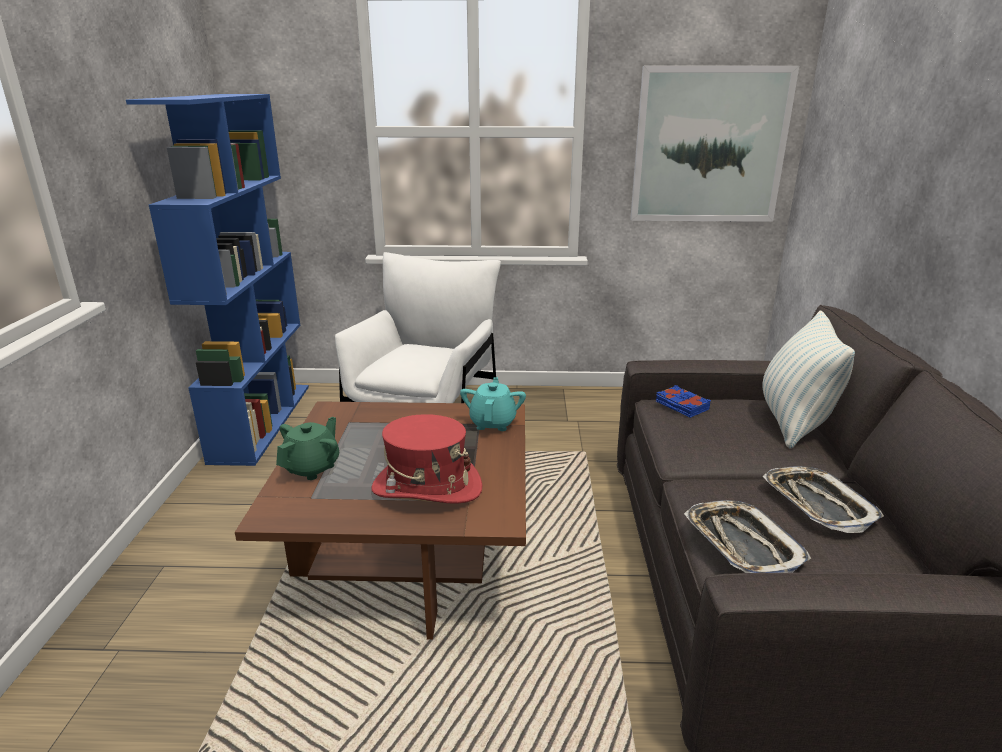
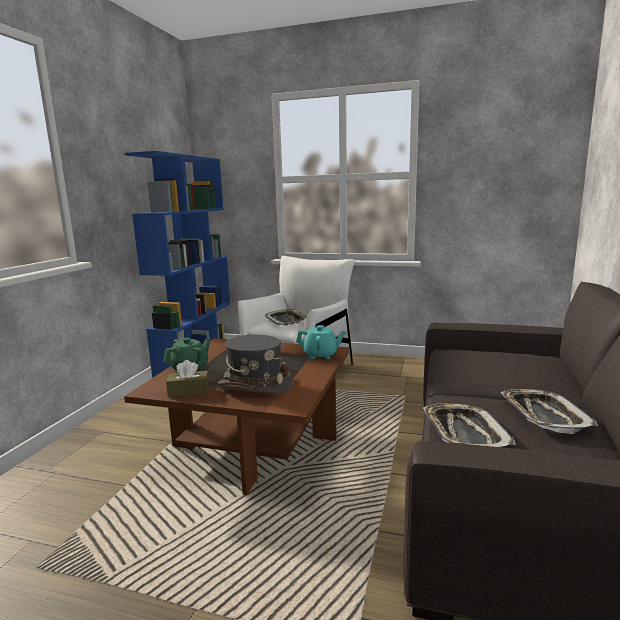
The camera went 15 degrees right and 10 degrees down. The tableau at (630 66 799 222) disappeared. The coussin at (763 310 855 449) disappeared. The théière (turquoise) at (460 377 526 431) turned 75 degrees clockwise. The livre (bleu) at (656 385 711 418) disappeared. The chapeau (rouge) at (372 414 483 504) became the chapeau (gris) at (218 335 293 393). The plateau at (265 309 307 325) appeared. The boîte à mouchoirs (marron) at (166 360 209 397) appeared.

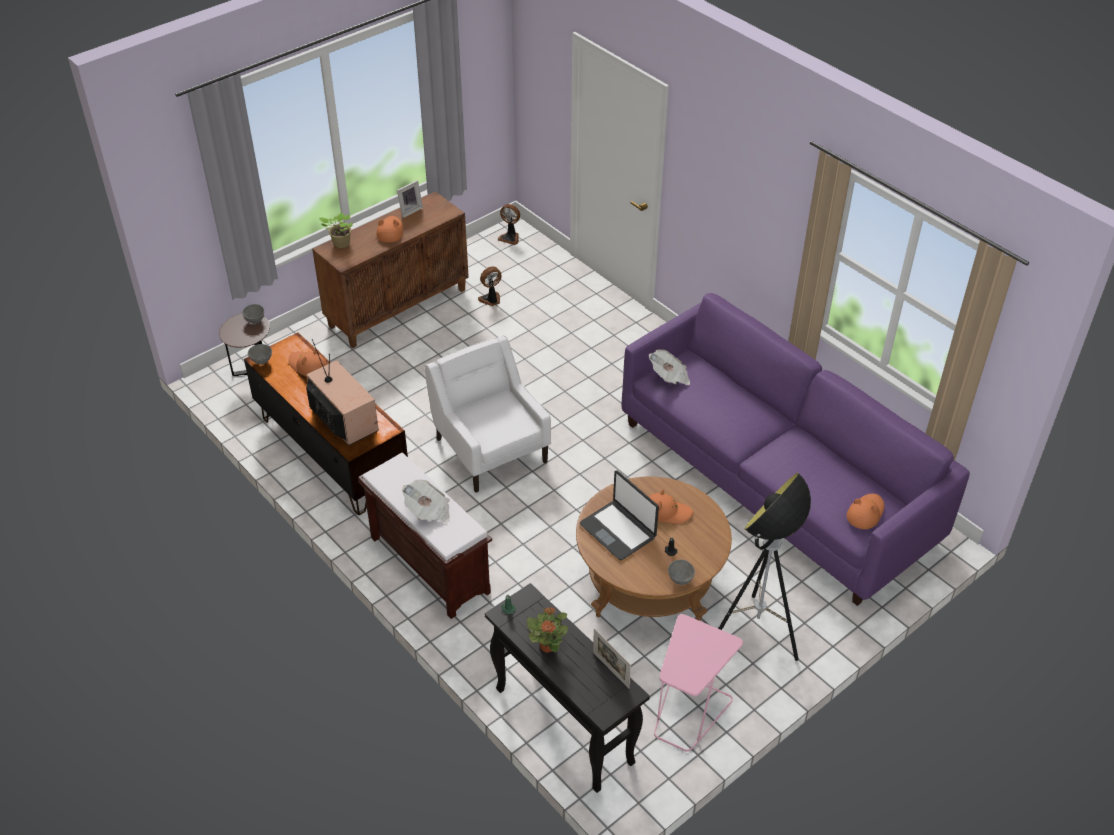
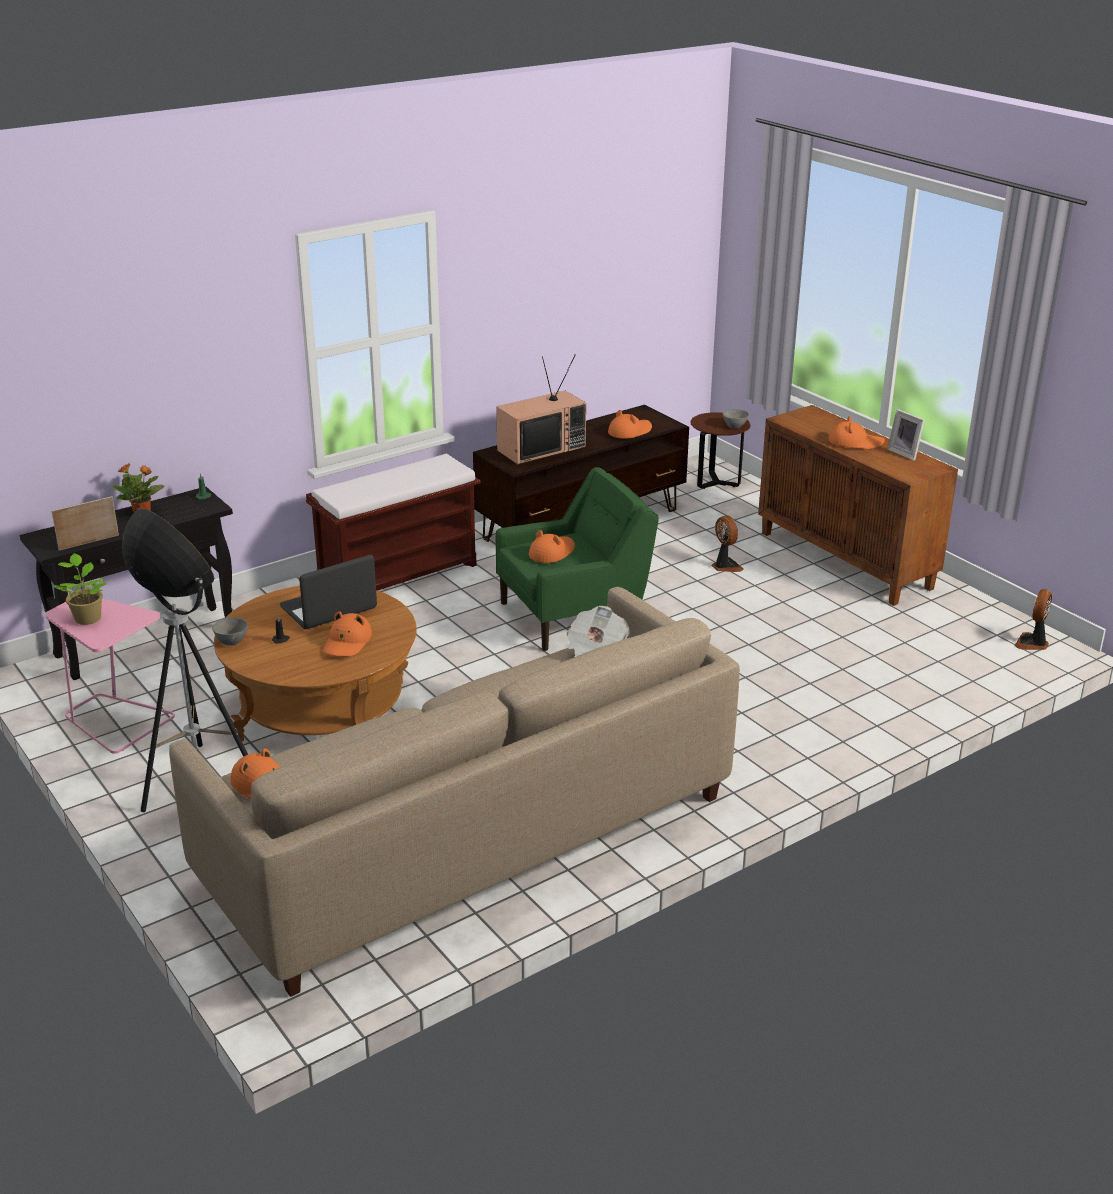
The camera went 95 degrees right and 15 degrees down. The plante en pot moved from (319 212 353 248) to (53 553 106 625). The ventilateur moved from (478 266 501 306) to (711 515 744 572). The canapé (violet) at (622 293 970 606) became the canapé (beige) at (169 587 740 997). The fauteuil (blanc) at (424 335 551 493) became the fauteuil (vert) at (496 467 659 651). The bol (gris) at (248 344 272 365) disappeared. The journal at (402 480 450 523) disappeared. The chapeau (orange) at (529 530 575 563) appeared.

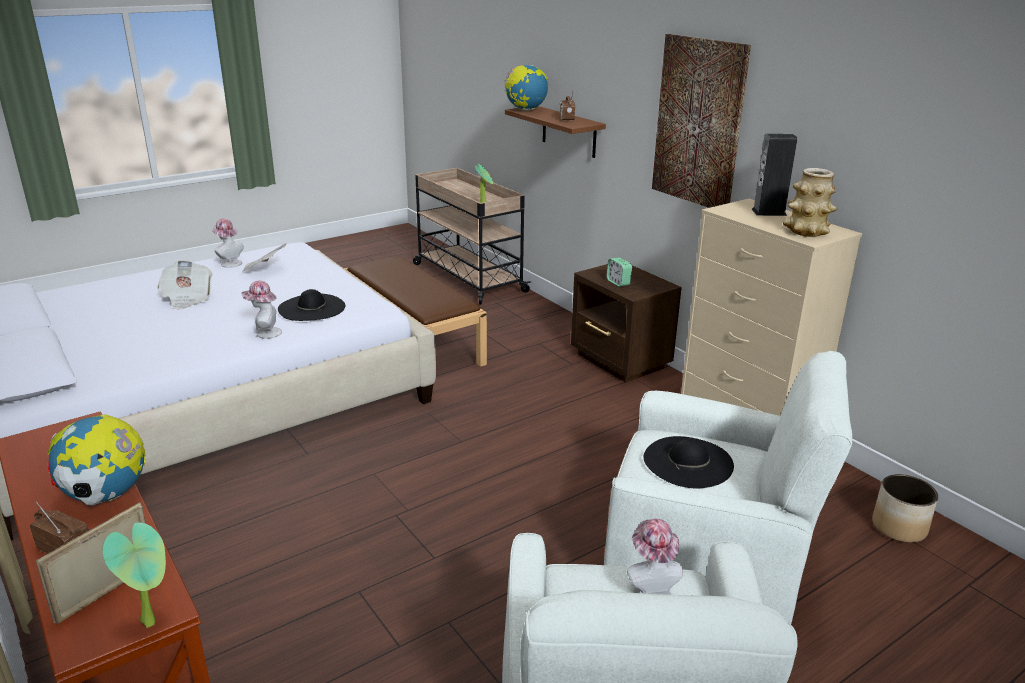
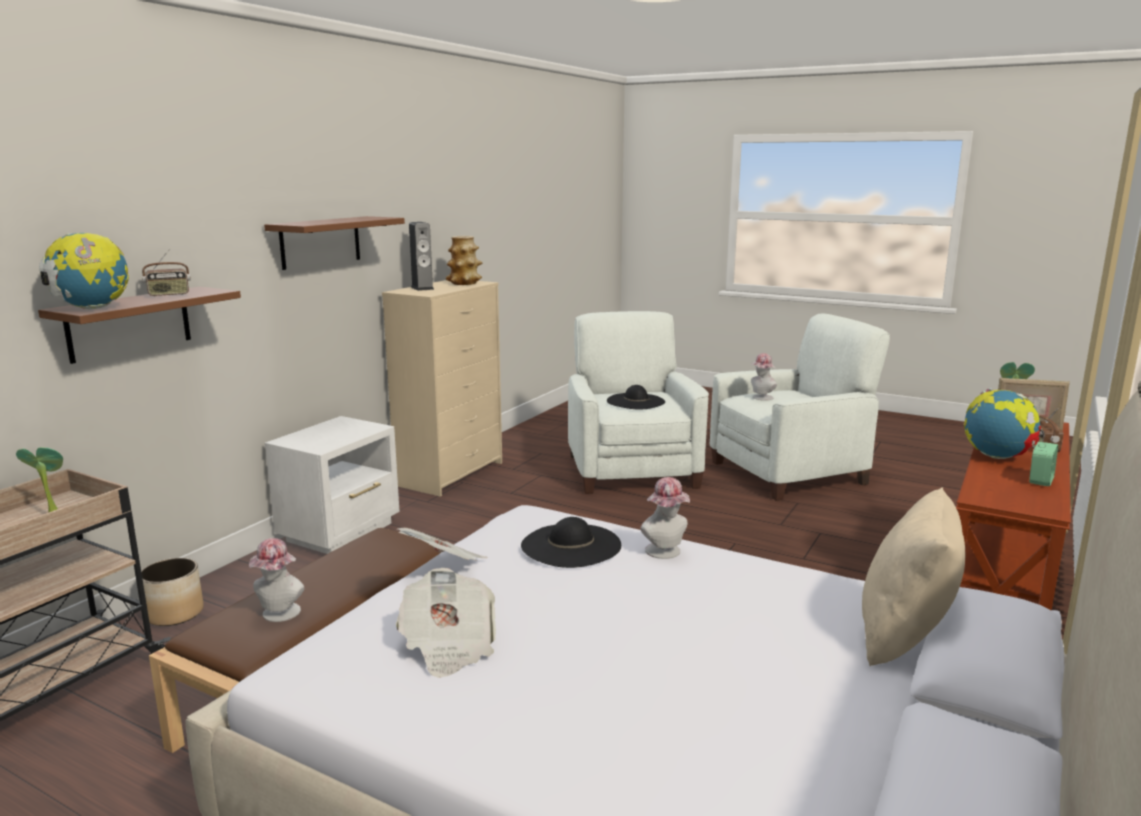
The camera went 115 degrees left and 10 degrees down. The tableau at (652 34 751 208) was replaced by the étagère (marron) at (264 216 405 270). The chapeau moved from (212 218 244 268) to (249 538 305 622). The réveil moved from (607 257 632 287) to (1029 442 1058 486). The journal moved from (157 260 212 310) to (397 528 488 561). The table de chevet (marron) at (571 264 682 383) became the table de chevet (blanc) at (265 416 400 554). The cache-pot moved from (872 474 938 543) to (141 558 204 626). The coussin (beige) at (862 487 965 666) appeared.

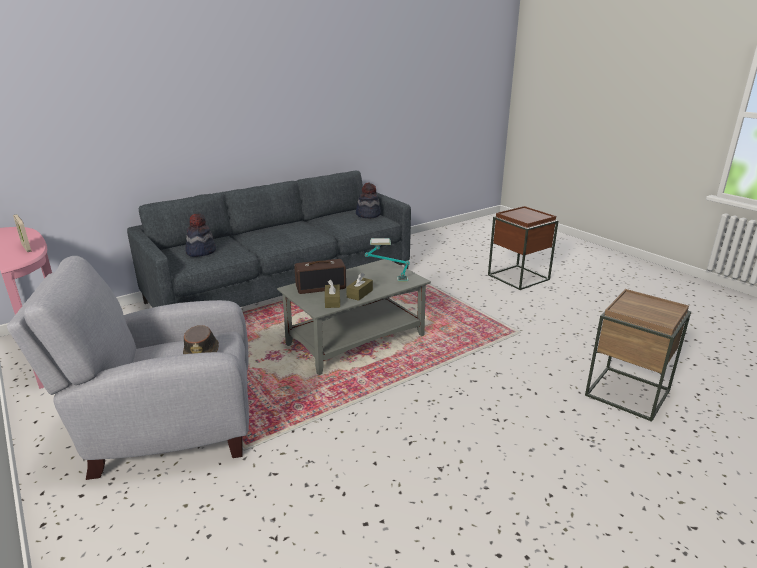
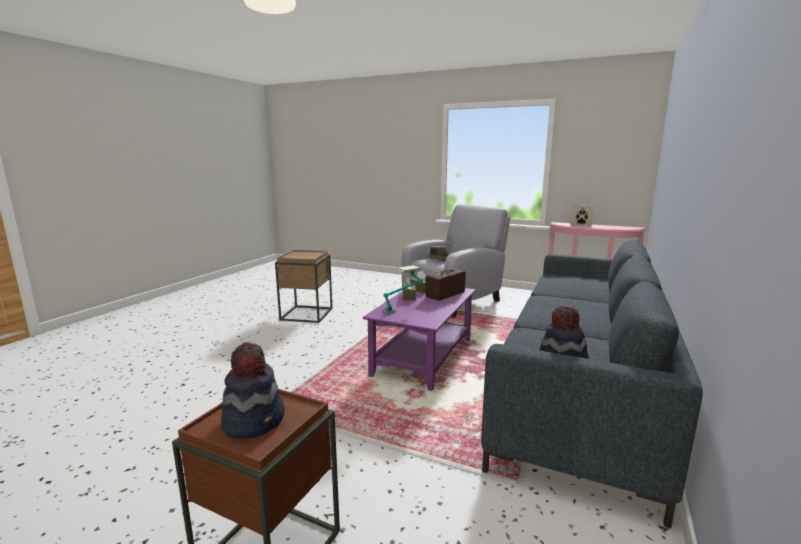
The camera went 150 degrees right and 10 degrees down. The chapeau moved from (185 213 216 257) to (221 342 285 439). The table basse (gris) at (277 259 431 375) became the table basse (violet) at (363 288 476 391). The table d'appoint (marron) moved from (585 289 691 422) to (275 250 333 323).

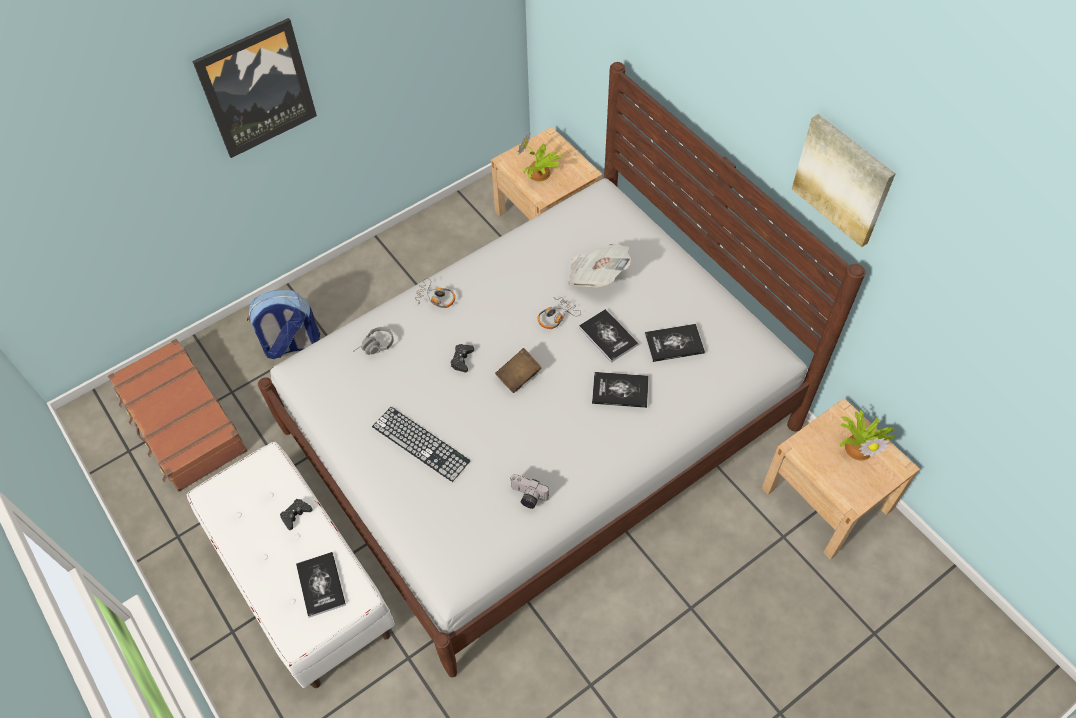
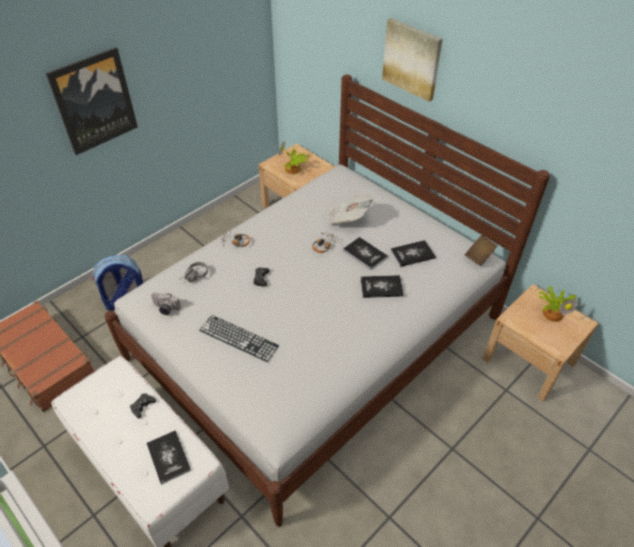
The camera went 10 degrees left and 10 degrees down. The tableau moved from (792 114 896 247) to (382 18 442 102). The livre (marron) moved from (495 348 542 393) to (465 235 498 266). The appareil photo moved from (510 474 549 509) to (151 292 181 315).

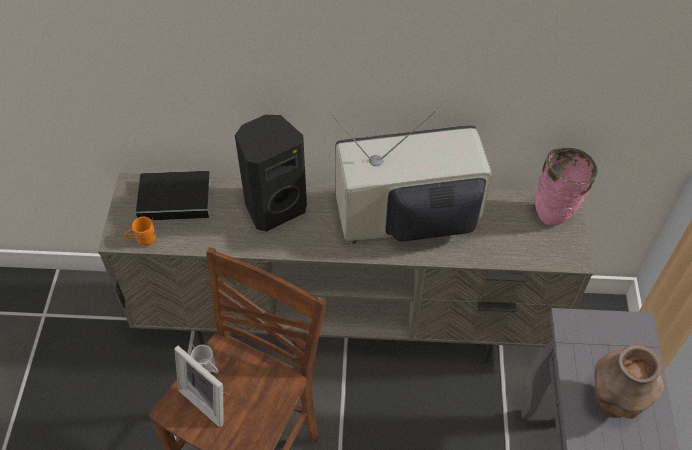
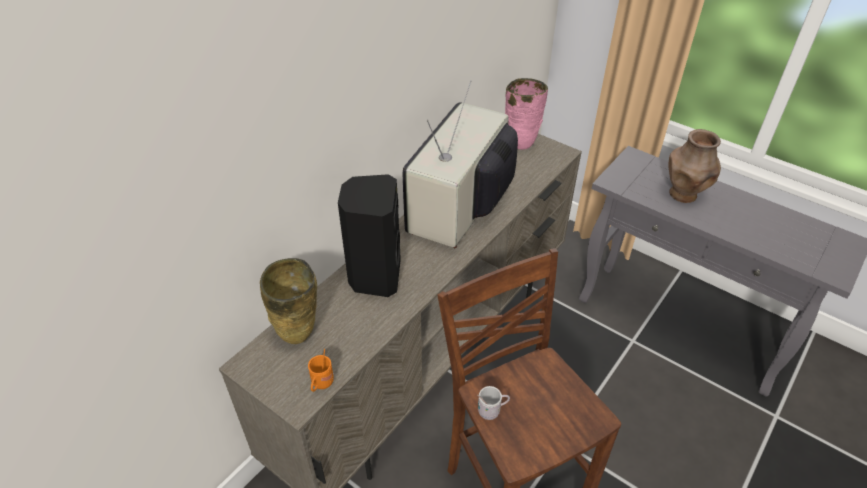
The camera went 55 degrees left and 10 degrees down. The livre at (136 171 223 220) was replaced by the vase (beige) at (260 258 317 344). The cadre photo at (174 346 228 427) disappeared.

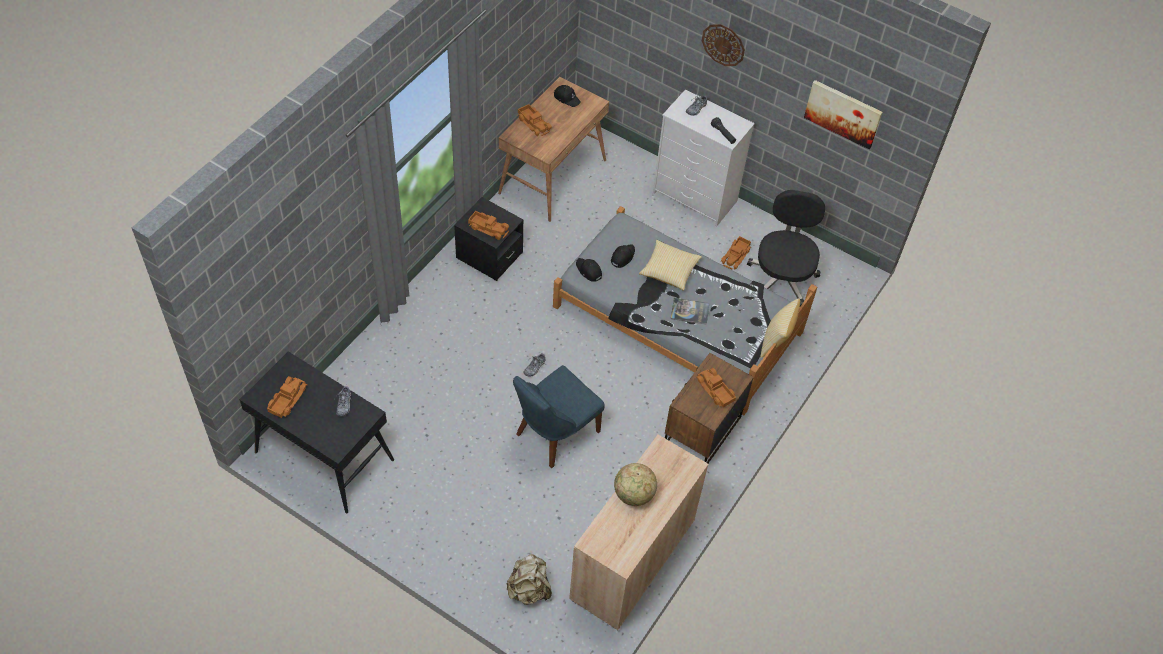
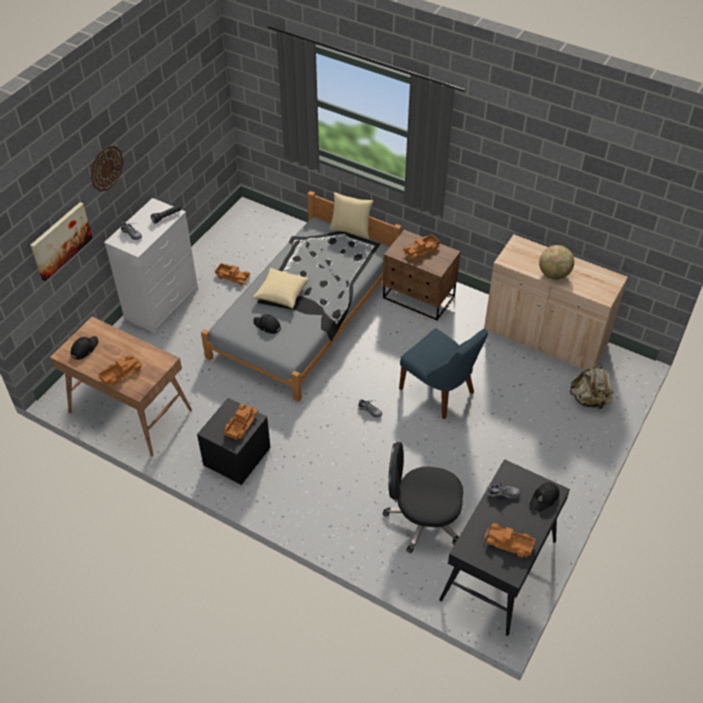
The camera went 90 degrees left and 5 degrees down. The tableau moved from (804 80 883 149) to (30 202 93 281). The chaise de bureau (noir) moved from (747 190 825 306) to (383 442 463 553). The casquette (noir) moved from (576 258 602 282) to (530 483 559 512). The livre at (671 298 710 324) disappeared.

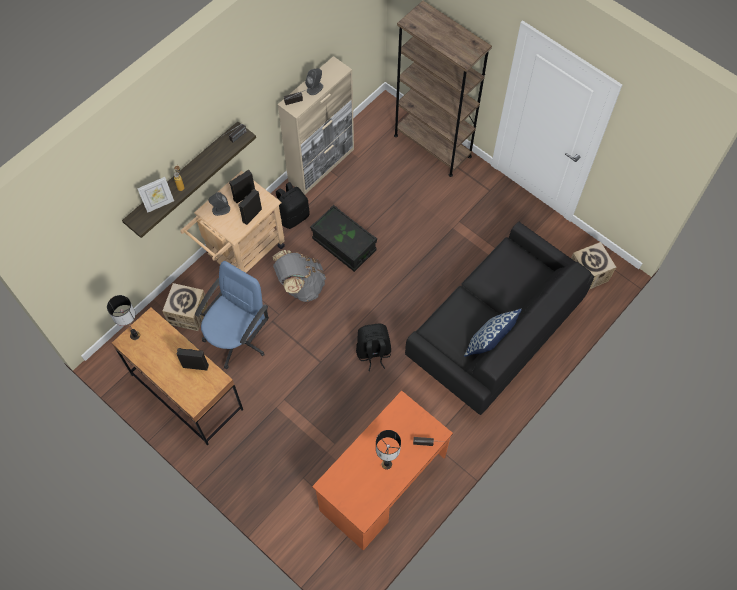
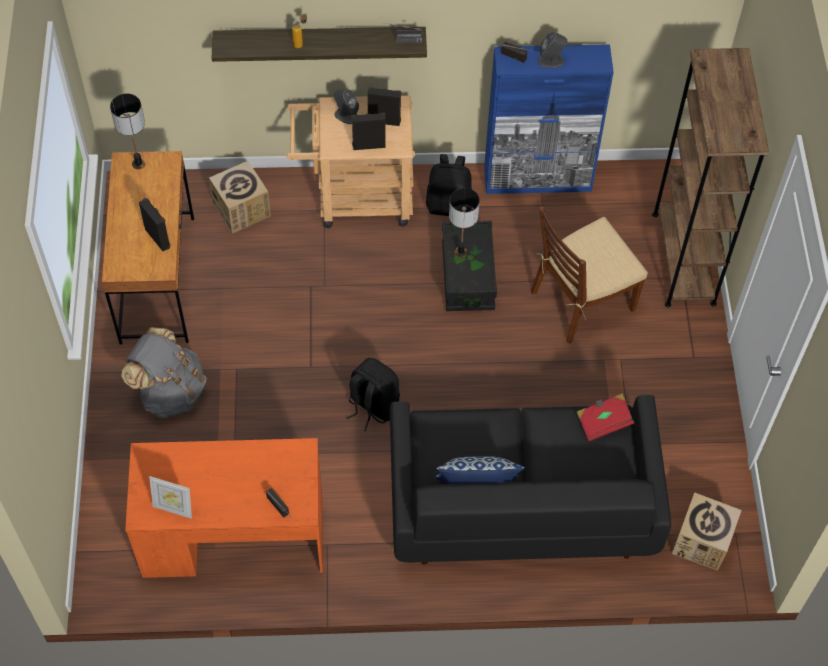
The camera went 45 degrees right and 5 degrees down. The meuble de rangement (beige) at (278 56 354 195) became the meuble de rangement (bleu) at (484 44 614 194). The cadre photo moved from (138 177 174 213) to (149 476 192 519). The sac à dos (gris) moved from (272 250 326 302) to (121 327 207 419). The chaise de bureau (bleu) at (195 261 269 369) disappeared. The lampe de table moved from (376 430 401 470) to (449 188 480 258). The chaise (marron) at (531 206 648 344) appeared. The livre (rouge) at (577 393 634 441) appeared.

